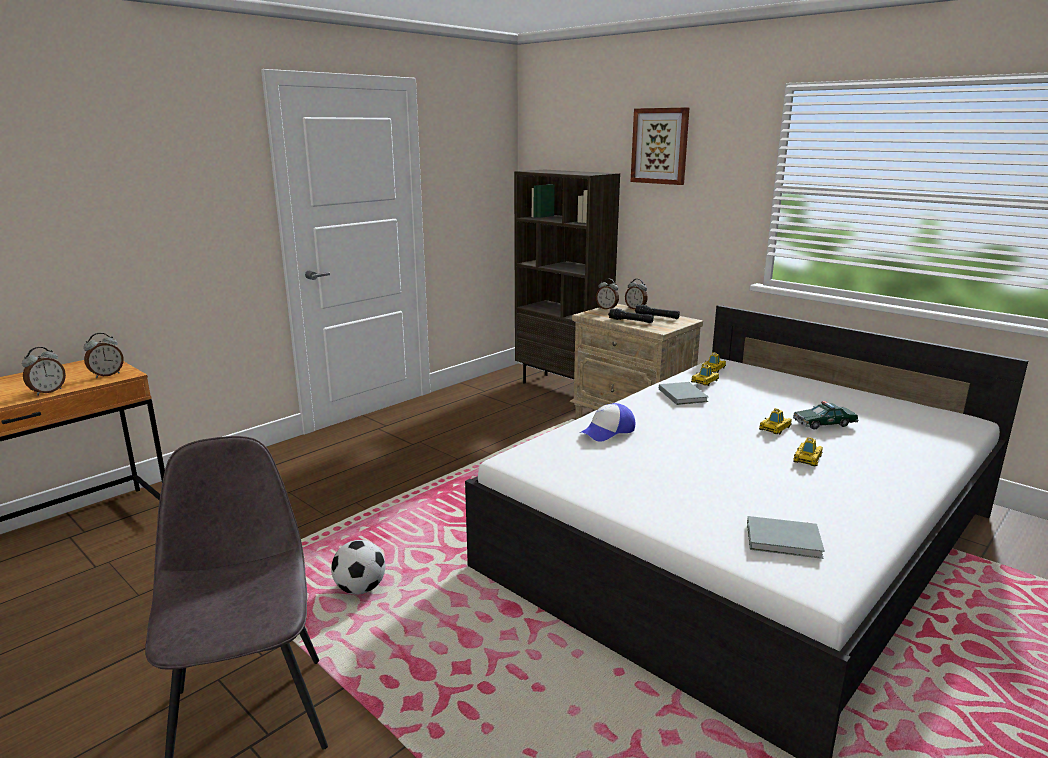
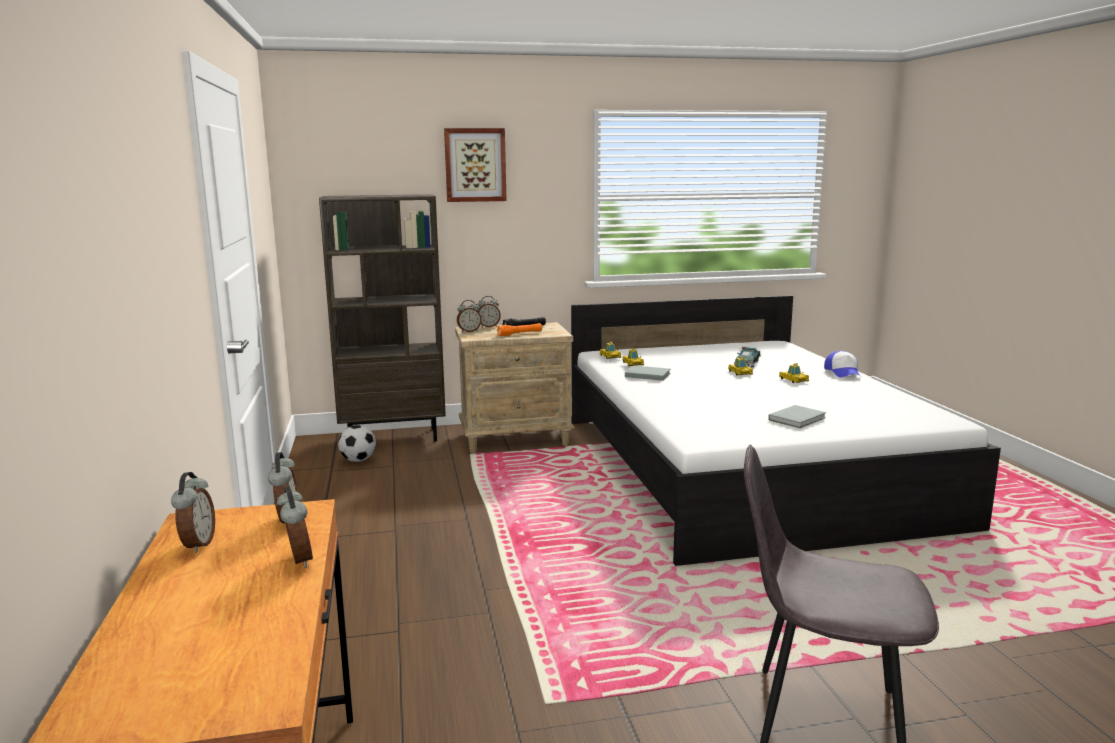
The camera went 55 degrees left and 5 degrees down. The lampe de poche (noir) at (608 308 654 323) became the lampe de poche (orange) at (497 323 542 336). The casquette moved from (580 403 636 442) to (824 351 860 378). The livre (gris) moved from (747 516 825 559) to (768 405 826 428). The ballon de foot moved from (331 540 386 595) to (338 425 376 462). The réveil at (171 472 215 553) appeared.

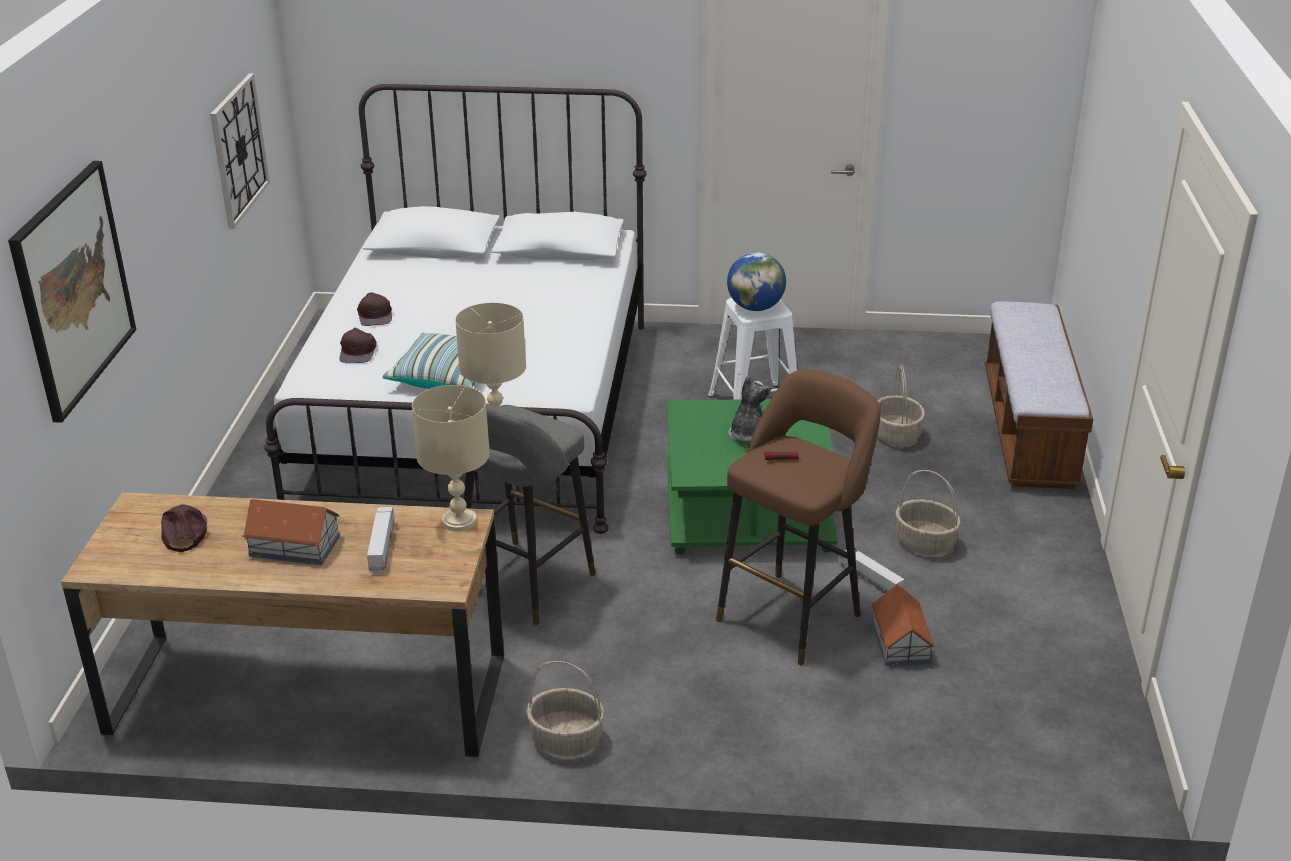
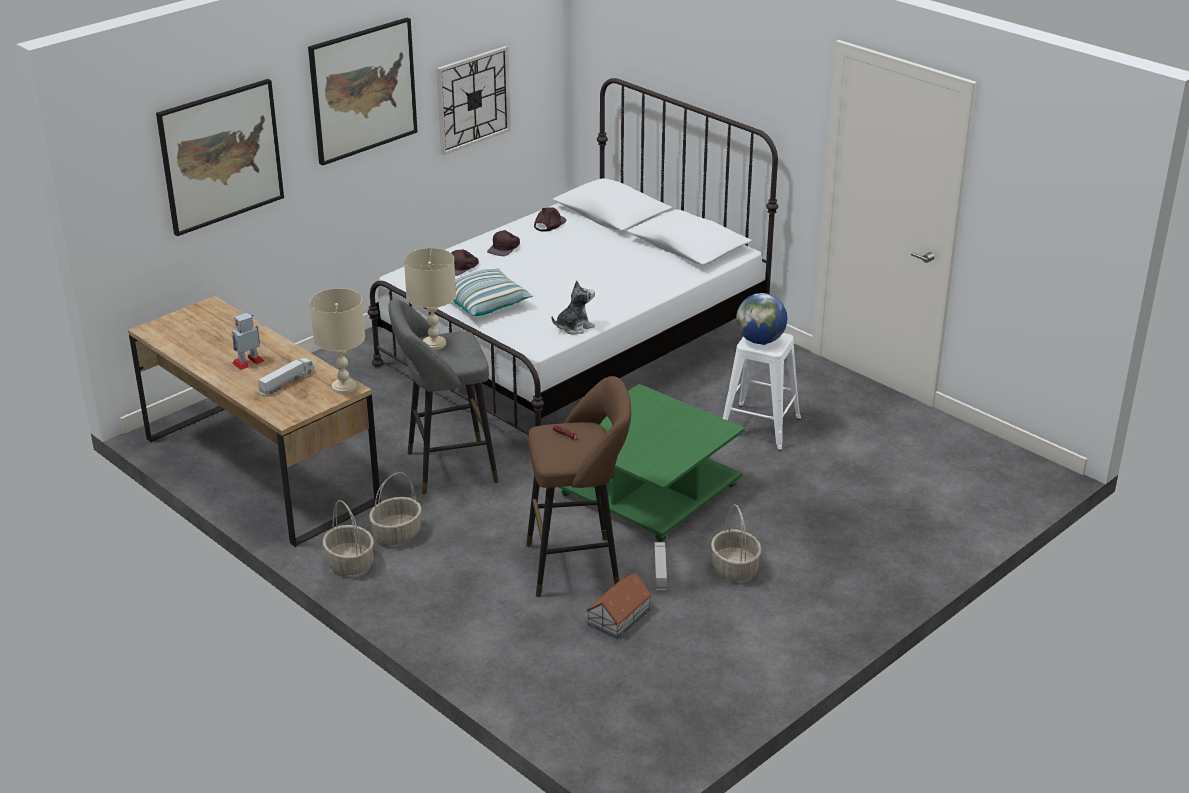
The camera went 40 degrees right and 0 degrees up. The banc at (985 301 1093 489) disappeared. The panier moved from (877 365 925 446) to (369 472 422 545). The peluche moved from (728 376 772 441) to (551 281 595 335). The maison miniature at (242 499 340 565) was replaced by the robot jouet at (231 312 264 370). The casquette (marron) moved from (161 504 207 552) to (534 207 566 232). The tableau at (308 18 417 166) appeared.

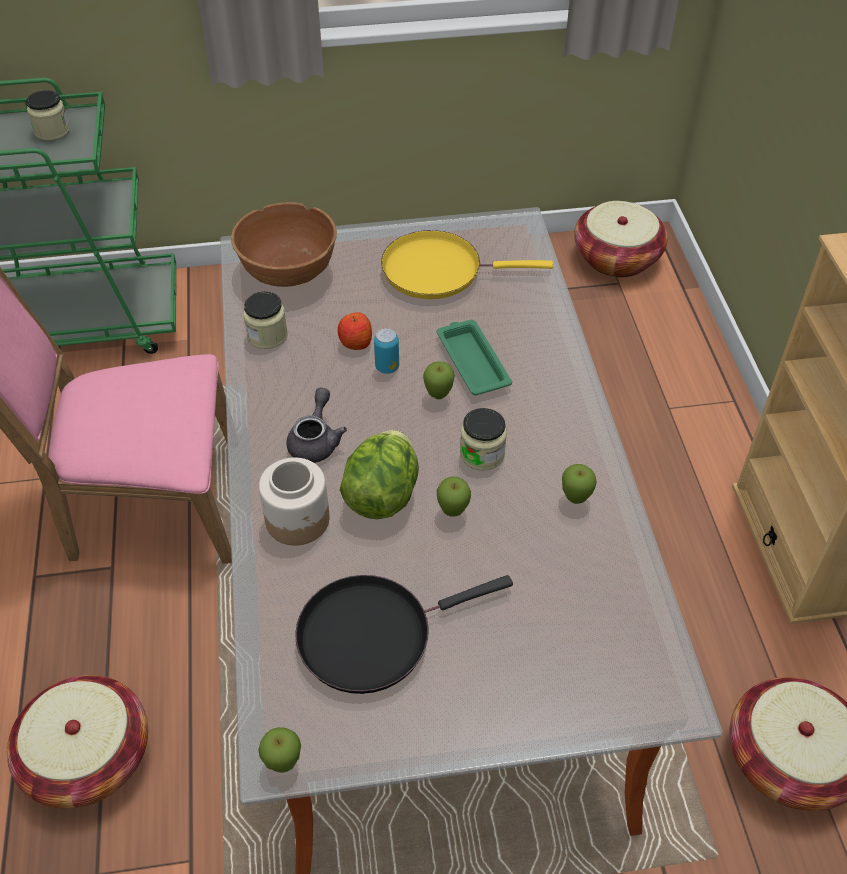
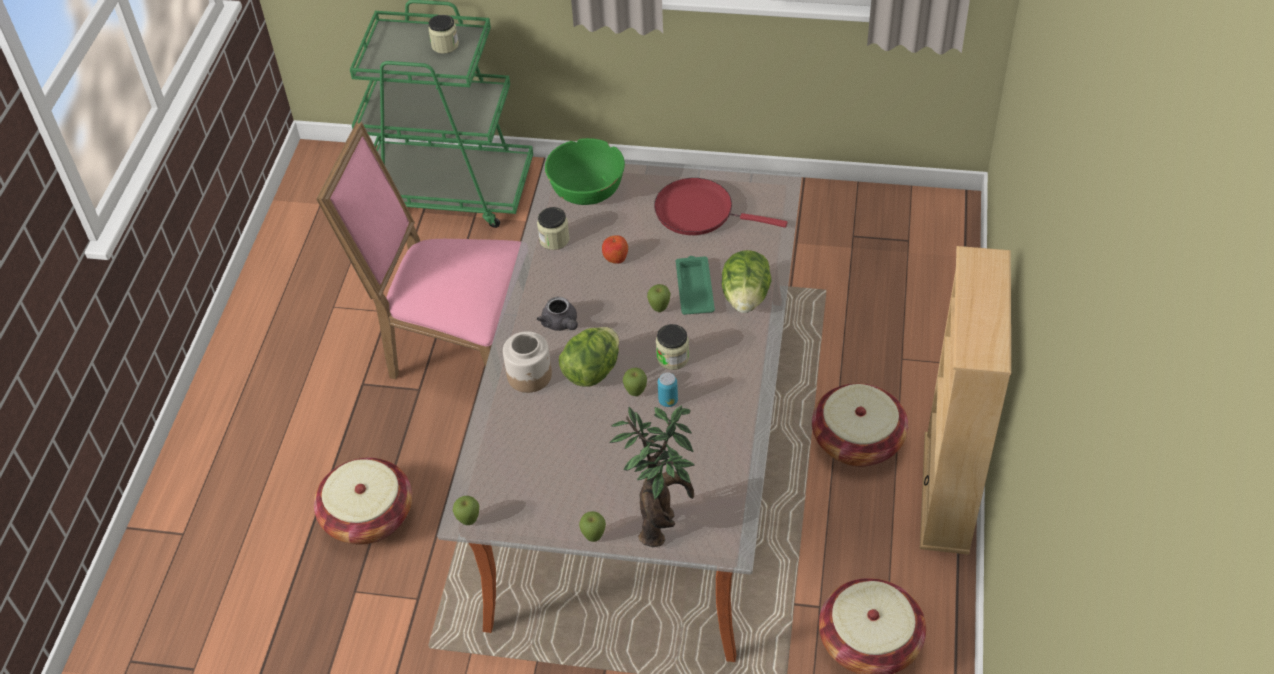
The camera went 20 degrees right and 0 degrees up. The panier moved from (574 201 668 278) to (812 383 908 467). The bol (marron) at (231 202 337 287) became the bol (vert) at (545 138 625 205). The poêle (jaune) at (381 230 553 299) became the poêle (rouge) at (654 178 788 235). The boîte métallique moved from (374 328 399 374) to (658 372 678 407). The théière (gris) at (286 388 347 463) turned 120 degrees clockwise. The pomme moved from (562 464 597 504) to (579 511 606 542). The poêle (noir) at (295 575 513 694) disappeared. The laitue at (721 250 772 313) appeared. The plante en pot at (609 405 695 547) appeared.

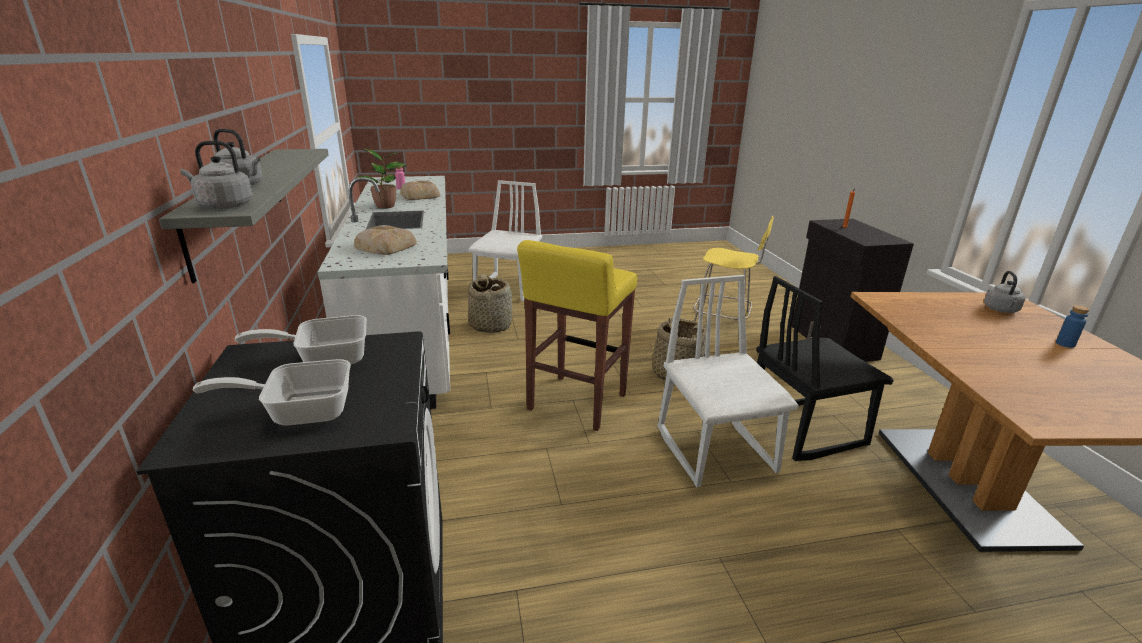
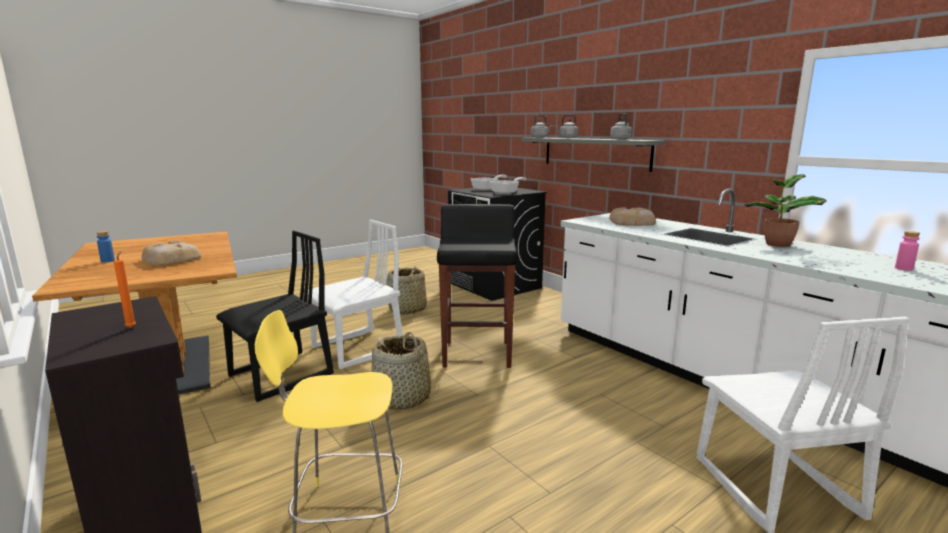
The camera went 155 degrees right and 10 degrees down. The pain moved from (400 180 440 200) to (142 241 202 266). The tabouret (jaune) at (517 240 637 431) became the tabouret (noir) at (437 204 517 368). The bouilloire (gris) moved from (984 271 1025 313) to (610 113 632 140). The panier moved from (468 275 512 333) to (387 266 427 314). The chaise (blanc) at (658 275 799 487) turned 90 degrees counterclockwise.

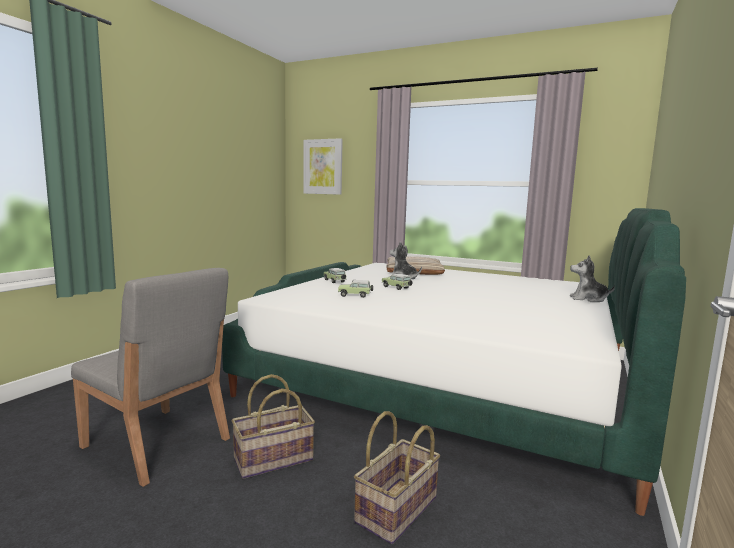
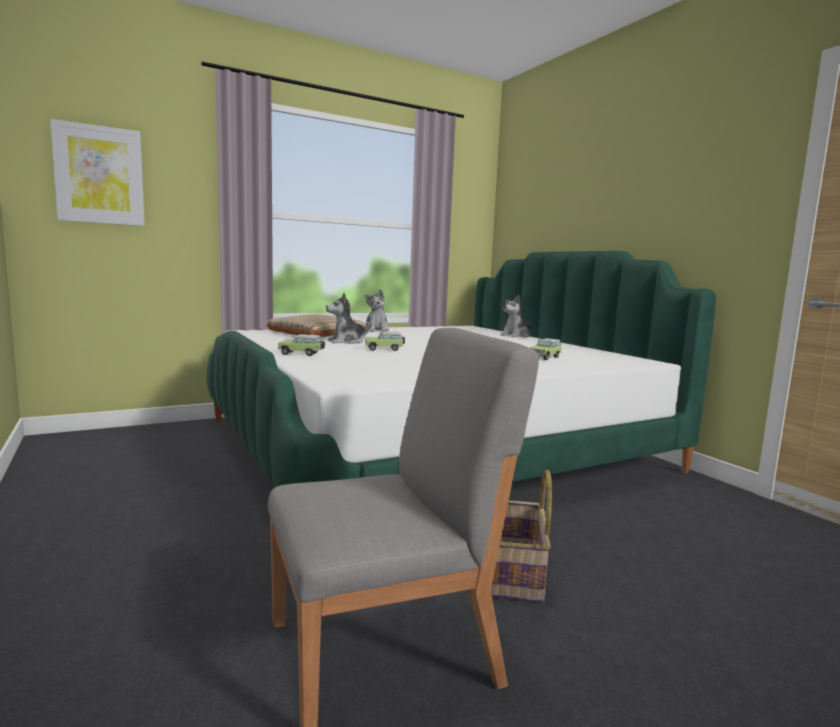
The camera went 55 degrees left and 0 degrees up. The petite voiture moved from (338 280 373 298) to (530 338 562 360). The panier at (354 411 440 544) disappeared. The peluche at (365 289 389 332) appeared.

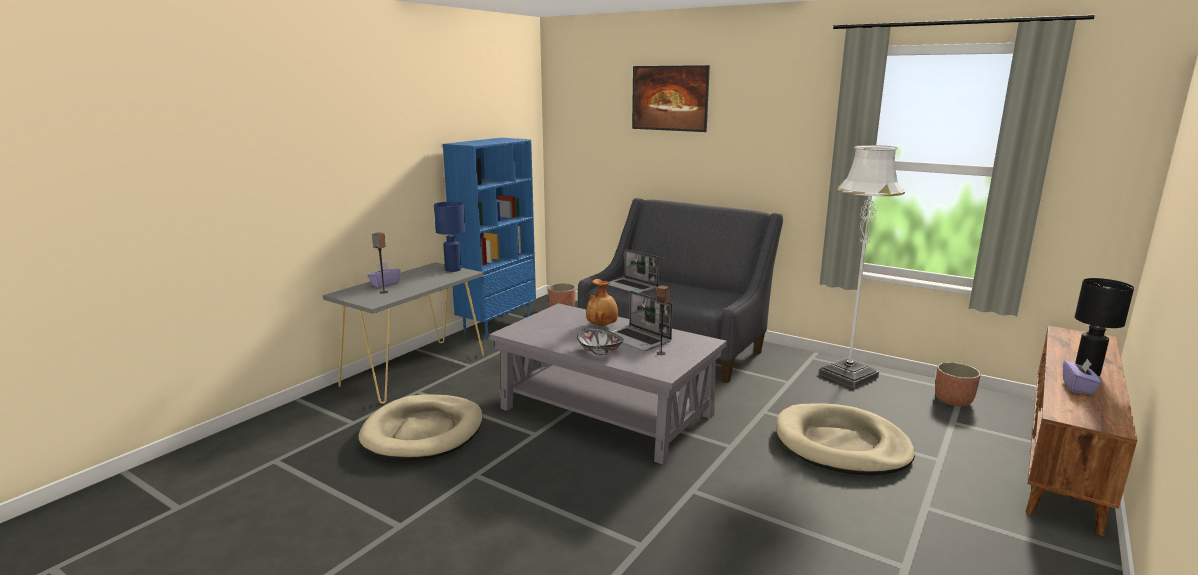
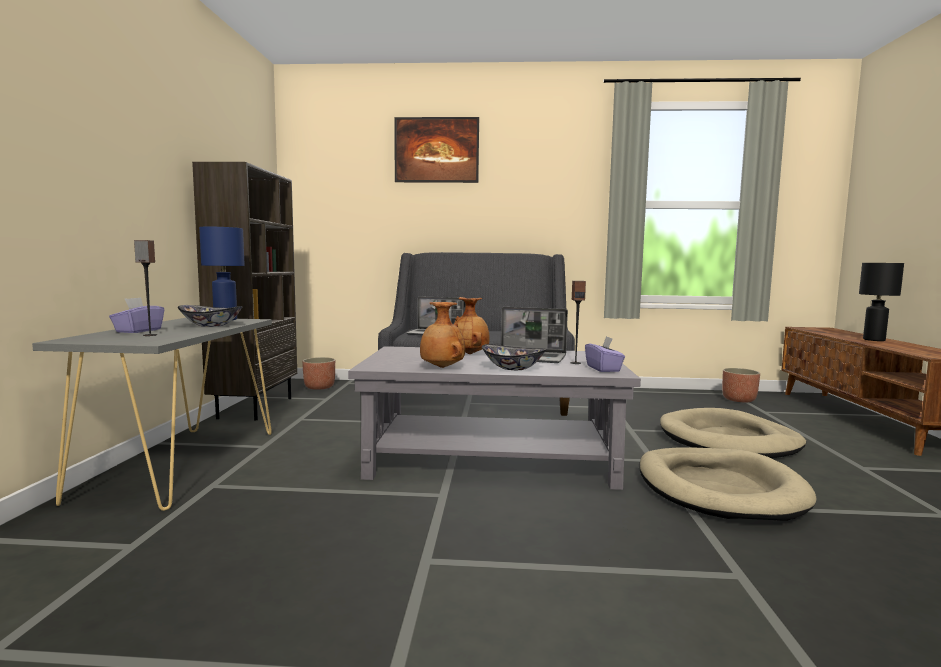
The camera went 30 degrees left and 10 degrees down. The bibliothèque (bleu) at (443 138 536 339) became the bibliothèque (marron) at (192 162 297 421). The lampadaire (blanc) at (819 145 905 388) disappeared. The boîte à mouchoirs (violet) moved from (1063 358 1101 395) to (585 336 625 372). The panier pour chien (beige) moved from (358 395 483 461) to (640 447 817 521). The vase (marron) at (420 302 465 368) appeared. The bol at (178 305 243 327) appeared.

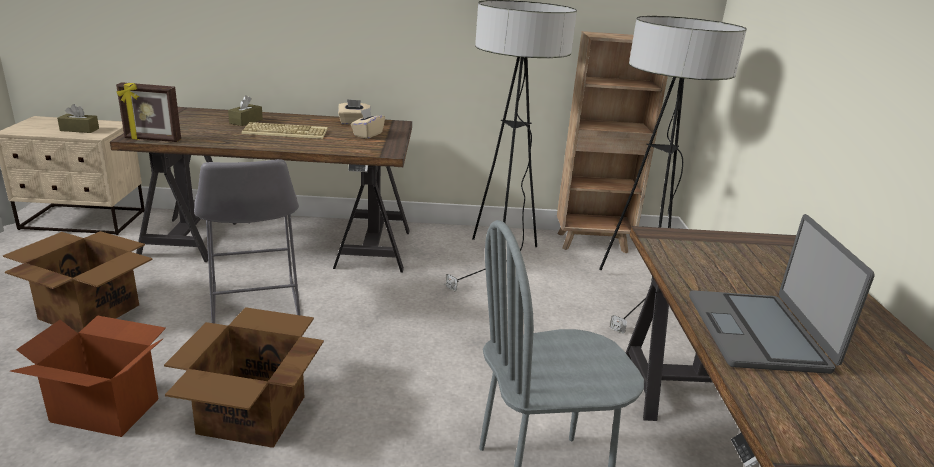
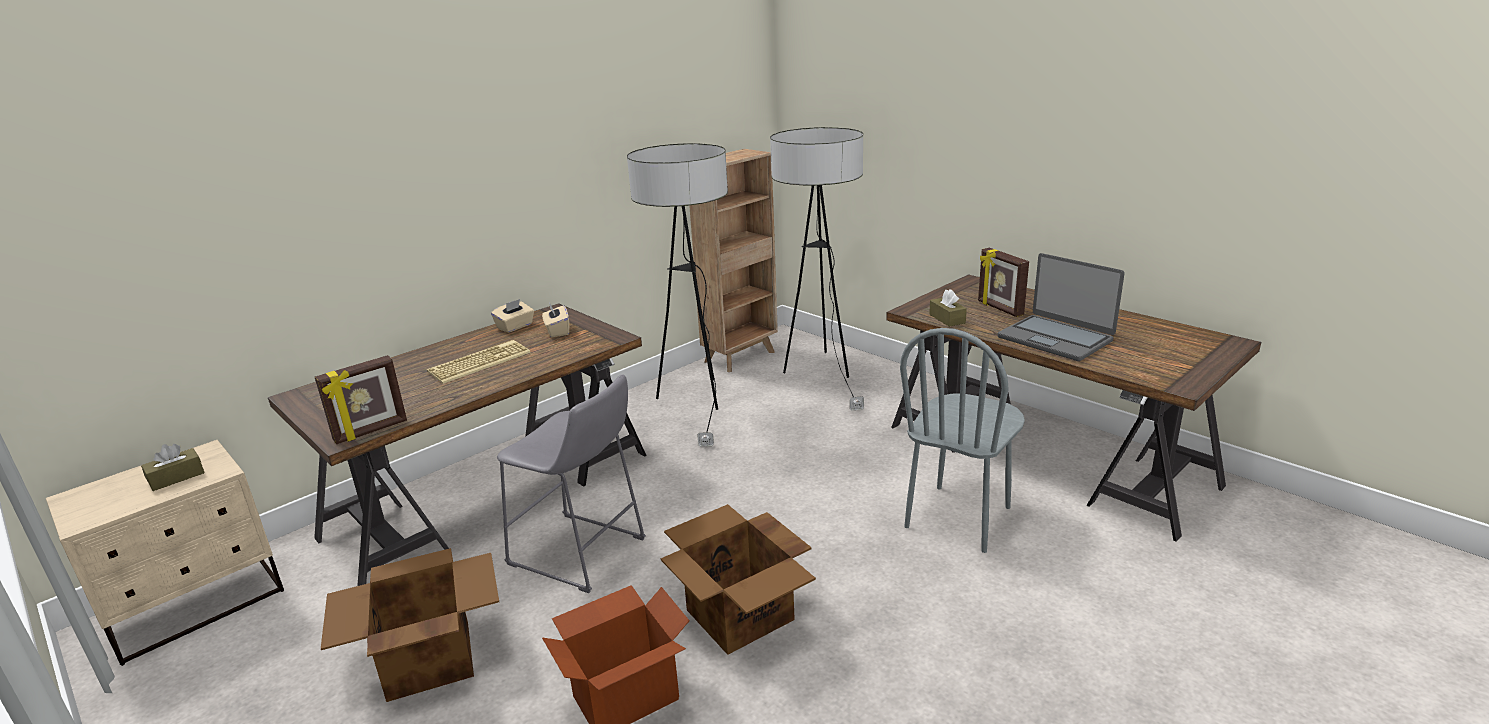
The camera went 40 degrees left and 0 degrees up. The boîte à mouchoirs (marron) moved from (228 95 263 126) to (929 289 967 327). The cadre photo at (978 248 1029 317) appeared.

